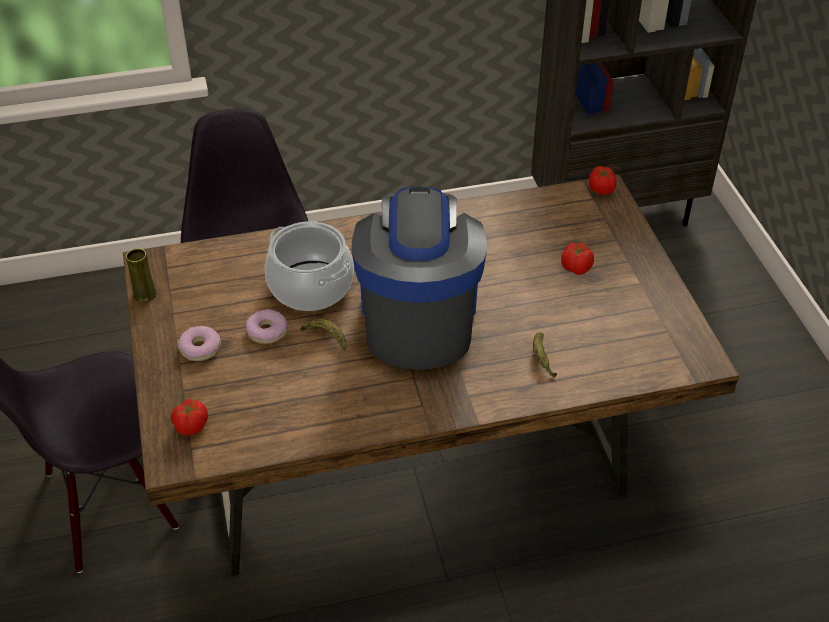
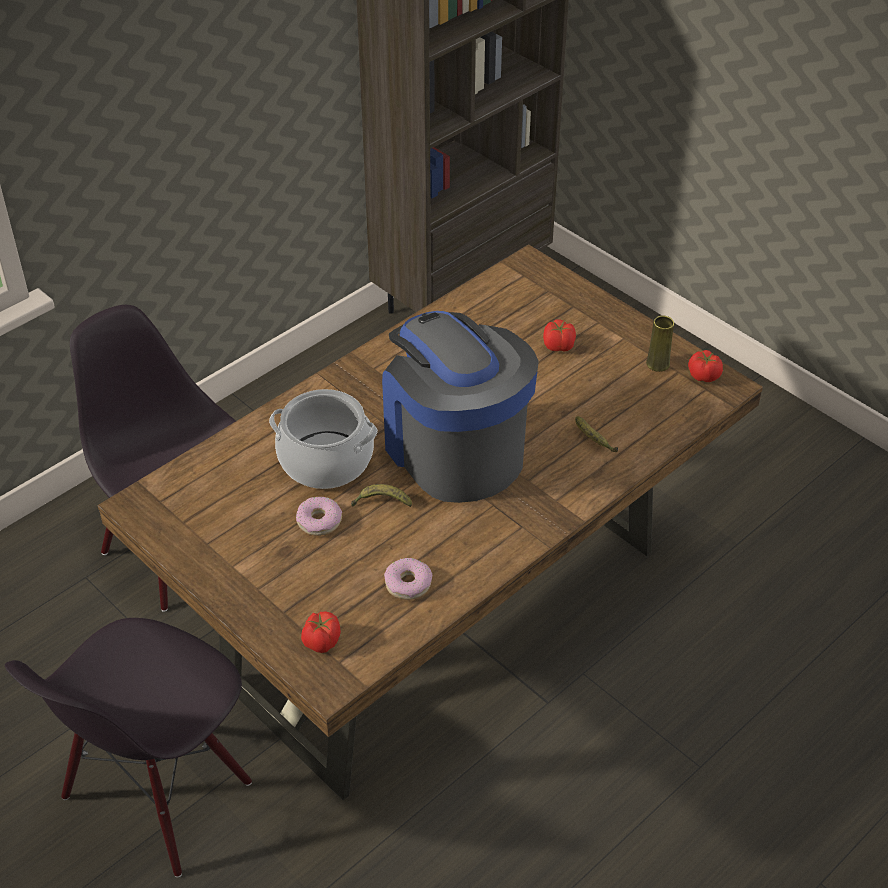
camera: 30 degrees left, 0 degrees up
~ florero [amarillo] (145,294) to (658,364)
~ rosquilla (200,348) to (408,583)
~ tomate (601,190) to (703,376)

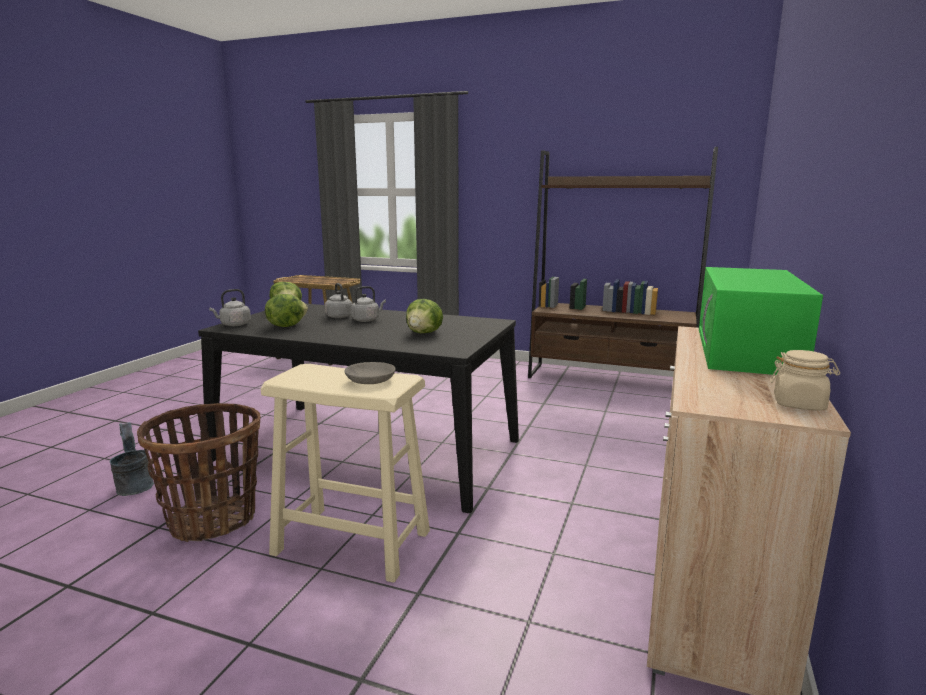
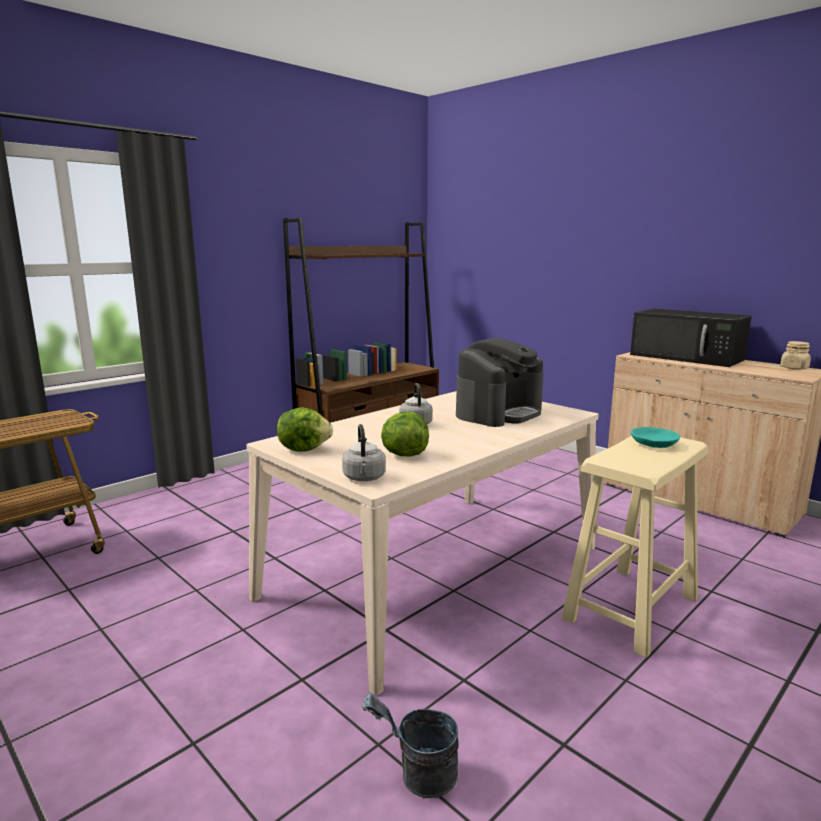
camera: 65 degrees left, 0 degrees up
- cesta (212,520)
- hervidor [gris] (338,316)
~ lechuga (424,333) to cafetera (499,413)
~ mesa de comedor [negro] (368,450) to mesa de comedor [beis] (435,571)
~ cuenco [gris] (369,380) to cuenco [turquesa] (653,444)
~ microondas [verde] (747,351) to microondas [negro] (688,357)

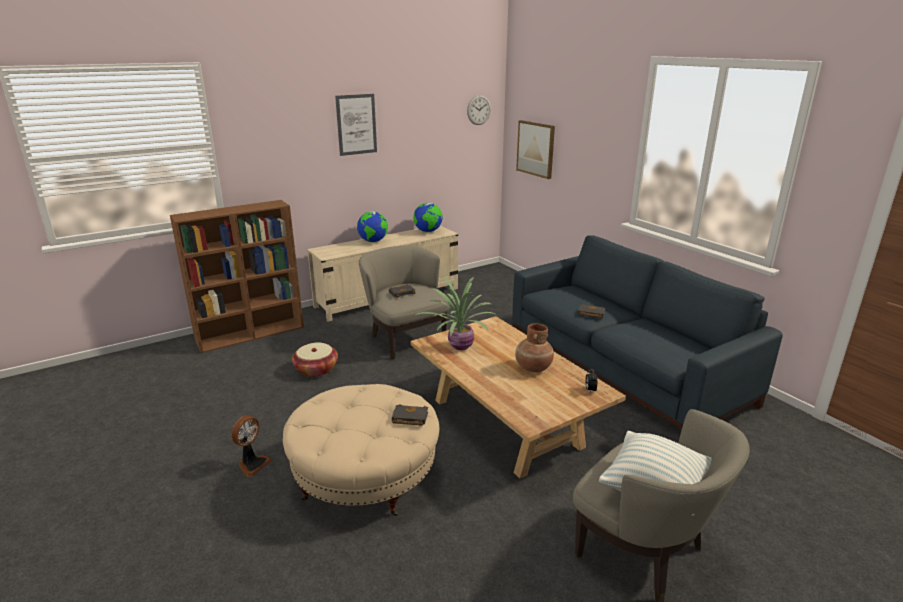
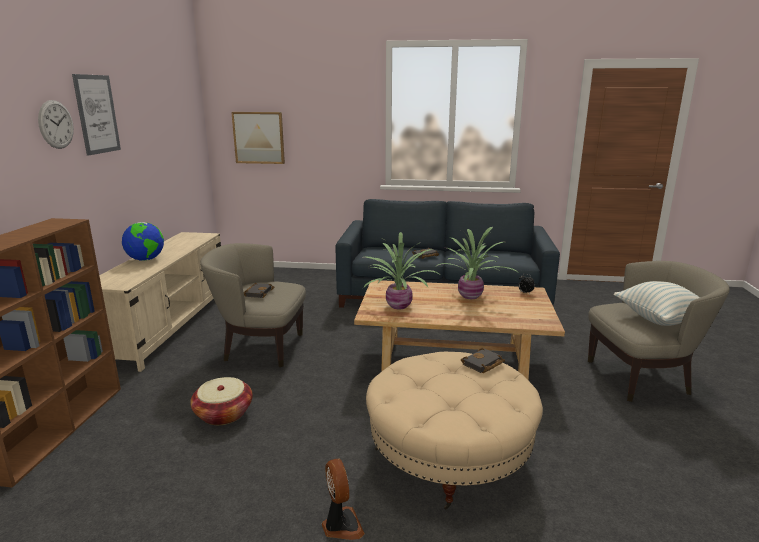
camera: 50 degrees left, 5 degrees down
- globo terráqueo (428,231)
~ reloj de pared (479,110) to (56,124)
~ florero [marrón] (533,368) to planta en maceta (471,296)

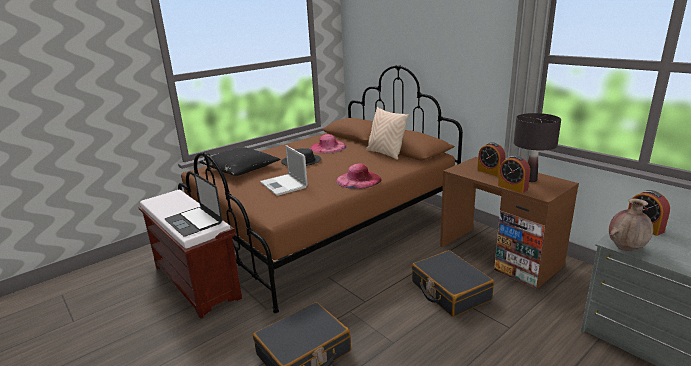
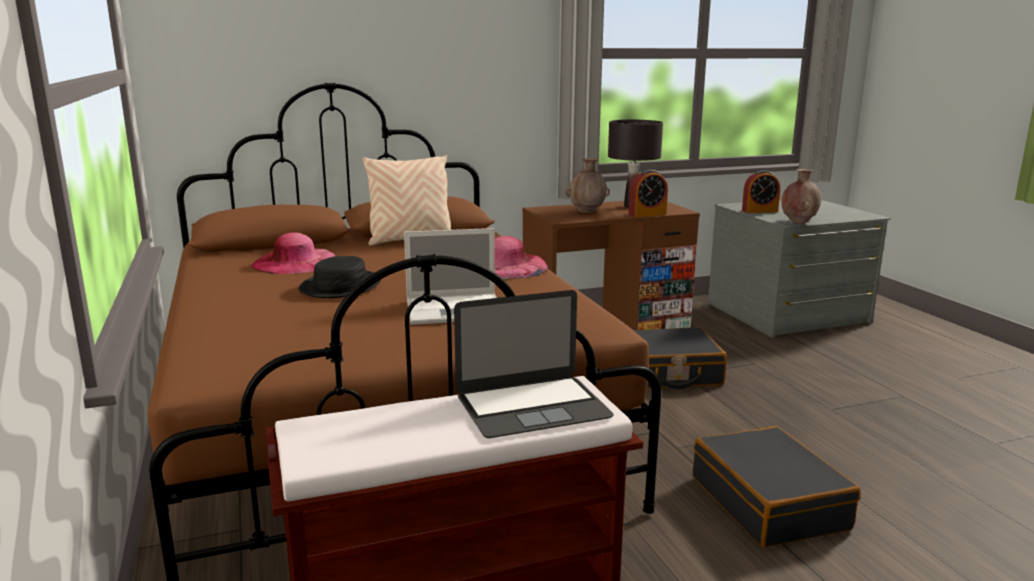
camera: 70 degrees left, 5 degrees down
- cojín [negro] (241,169)
~ despertador (490,172) to florero [marrón] (587,212)

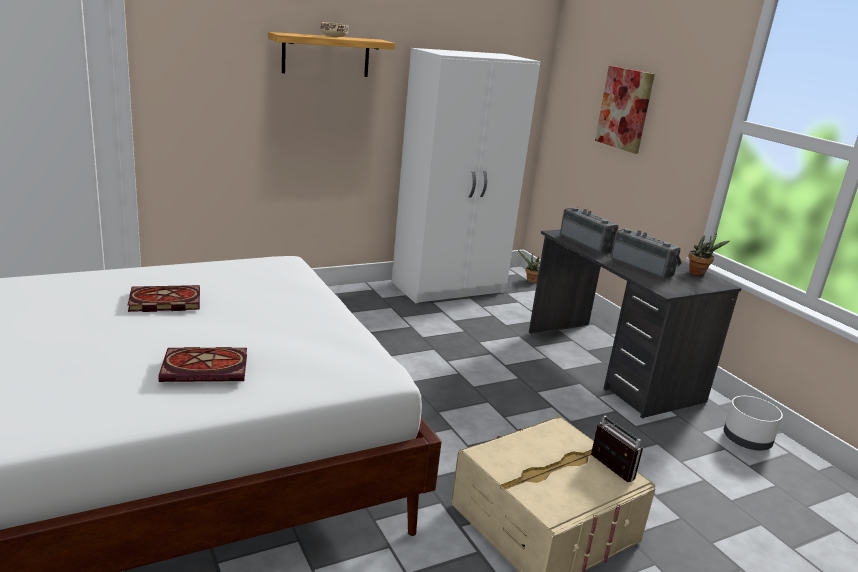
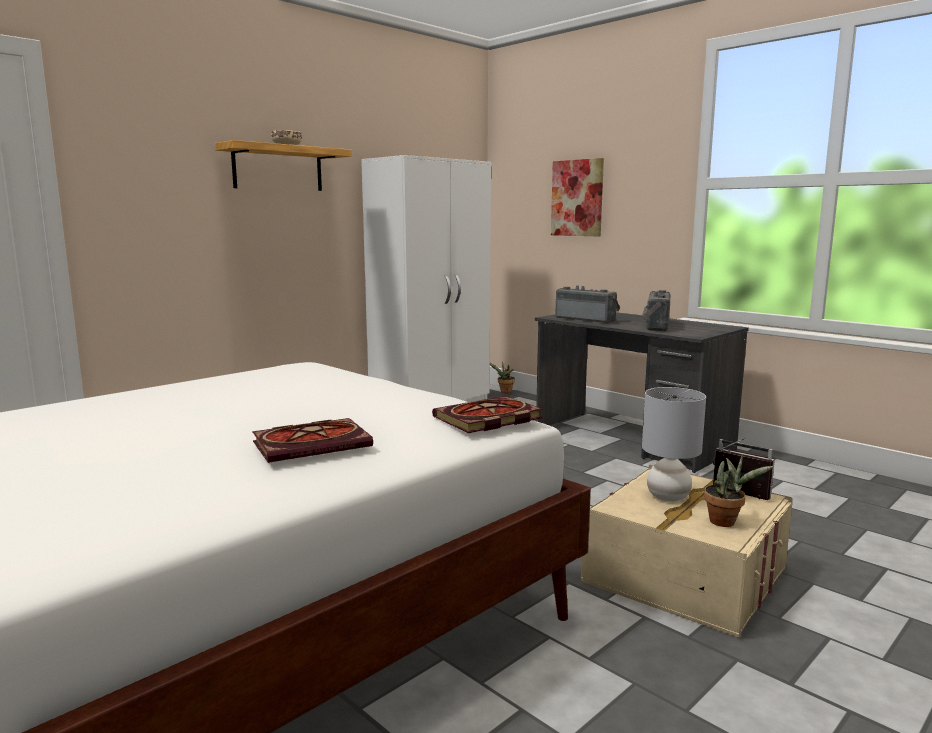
camera: 15 degrees left, 10 degrees down
- maceta [blanco] (747,440)
+ lámpara de mesa [gris] (669,496)
~ libro (163,302) to (487,419)
~ planta en maceta (699,273) to (726,522)
~ radio (643,267) = (653,326) 105 degrees counterclockwise

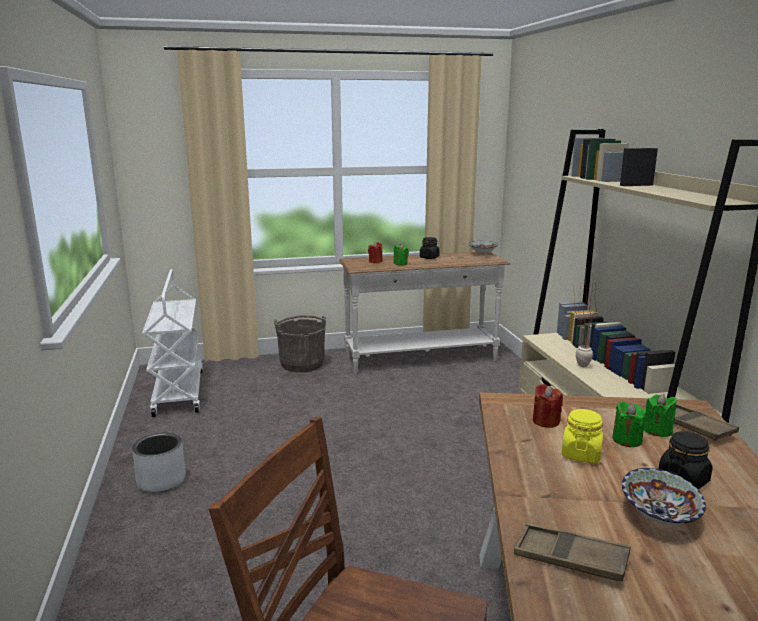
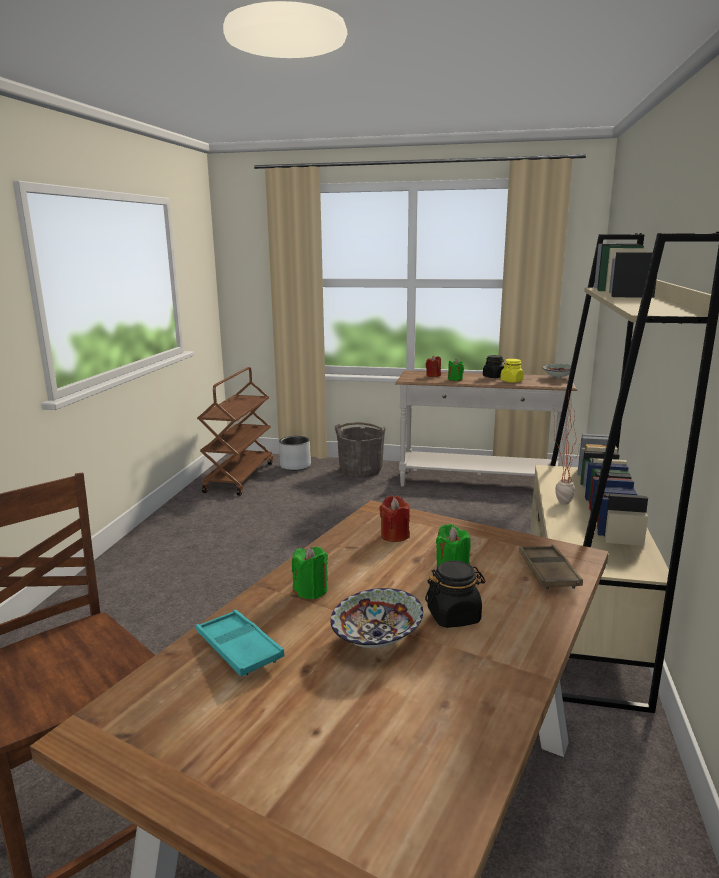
camera: 25 degrees right, 0 degrees up
~ maceta [gris] (162,480) to (295,466)
~ tarro [amarillo] (581,454) to (511,381)
~ vela [verde] (657,431) to (311,590)
~ carrito [blanco] (178,392) to carrito [marrón] (239,477)
~ bandeja [marrón] (570,558) to bandeja [turquesa] (238,648)

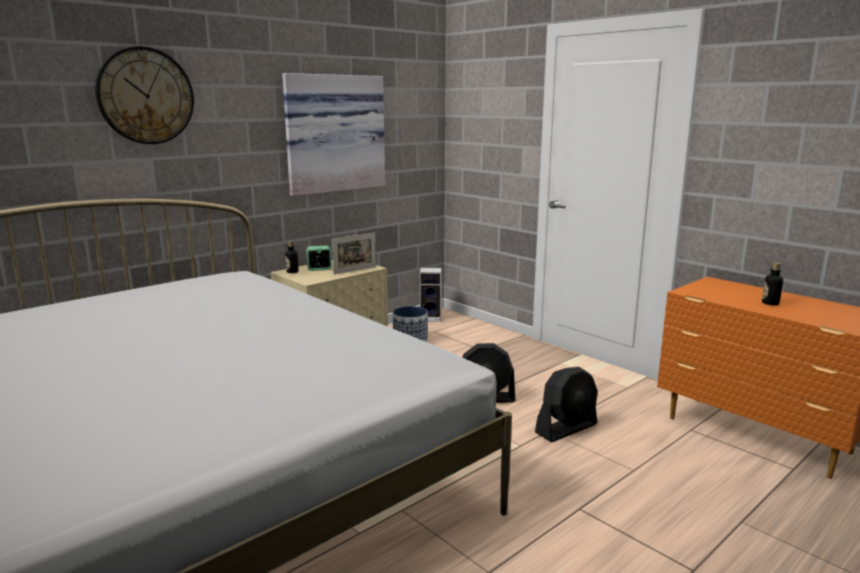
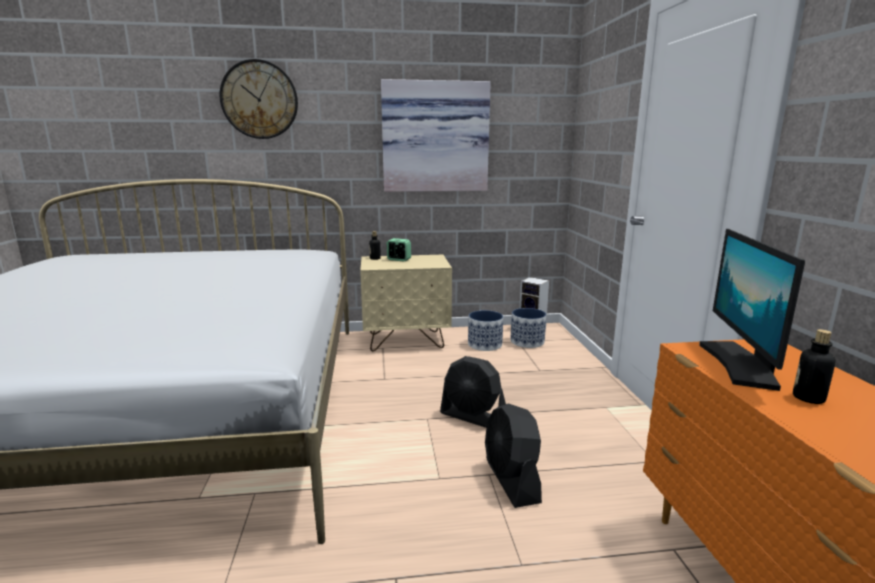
camera: 35 degrees right, 0 degrees up
- portarretratos (355,270)
+ maceta (527,342)
+ monitor (740,364)
~ ventilador [negro] (566,429) = (511,480) 75 degrees clockwise

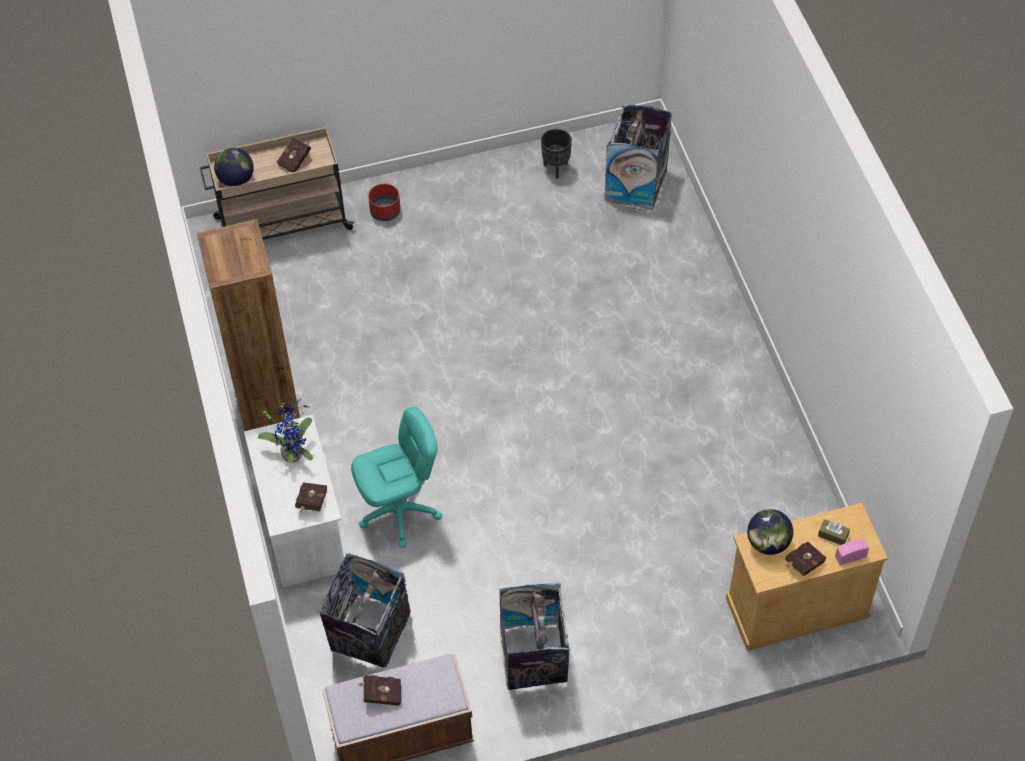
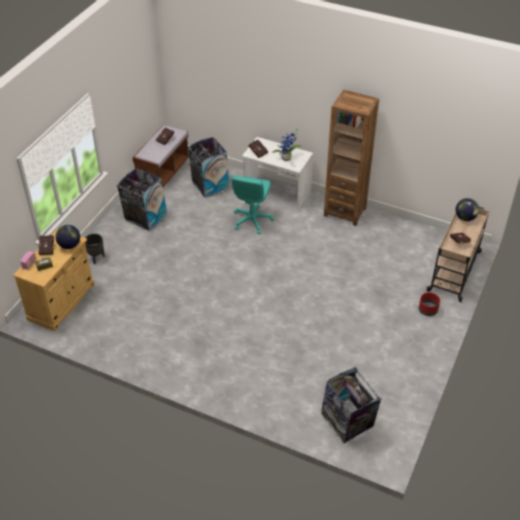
camera: 130 degrees right, 10 degrees down
~ maceta [negro] (556,169) to (96,258)

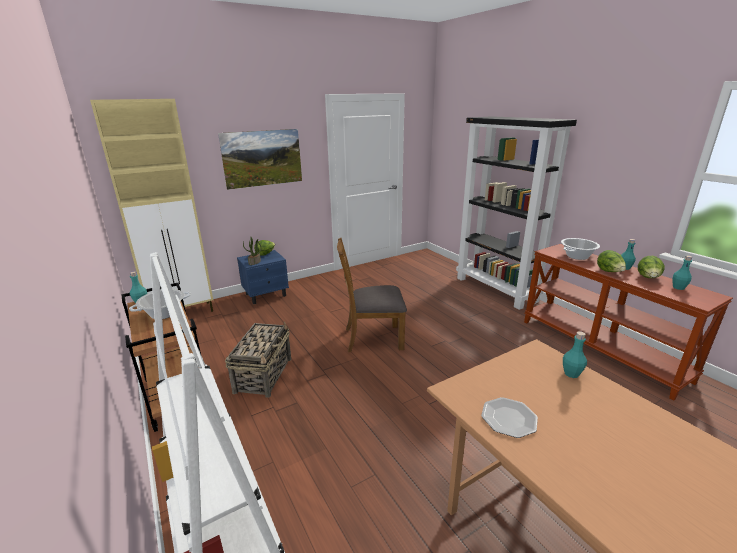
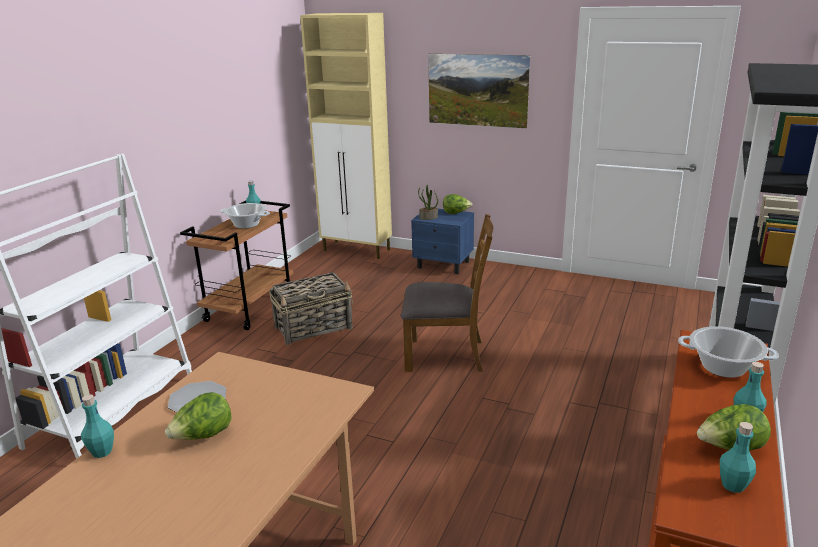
camera: 55 degrees right, 0 degrees up
~ botella [turquesa] (571,374) to (102,452)
~ lechuga (609,272) to (203,437)
~ silla [marrón] (372,338) = (446,355) 135 degrees clockwise

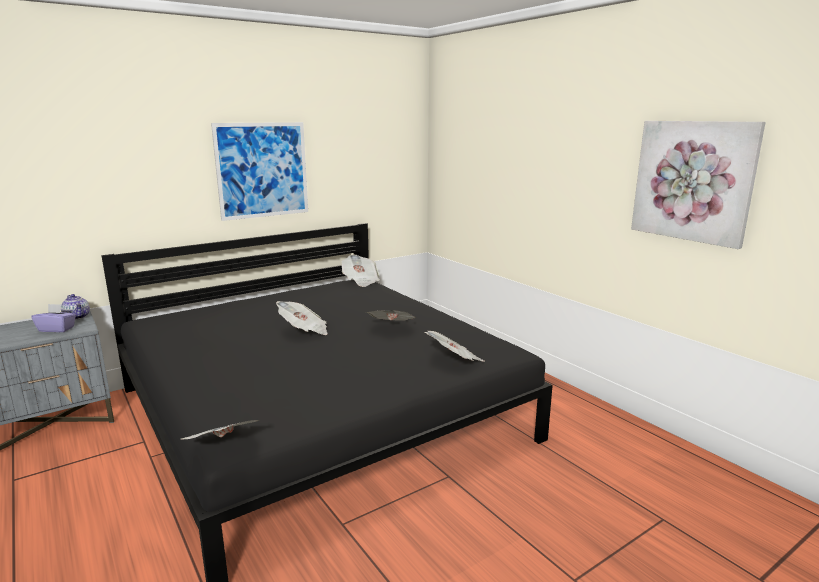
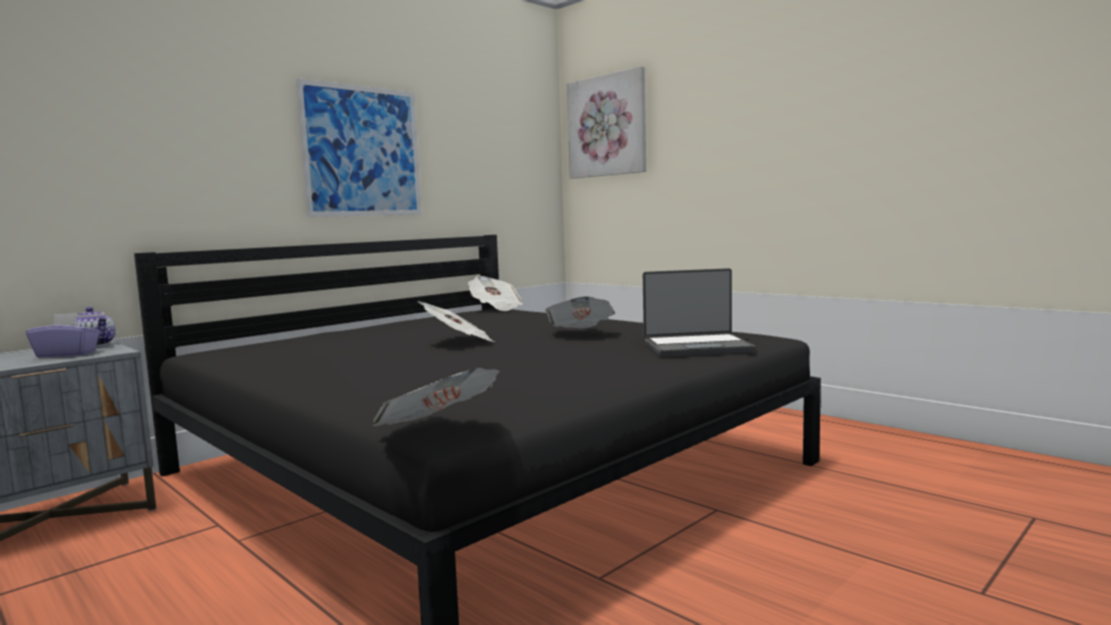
camera: 10 degrees left, 10 degrees down
~ cuadro (693,181) to (607,126)
~ periódico (454,361) to portátil (696,347)

